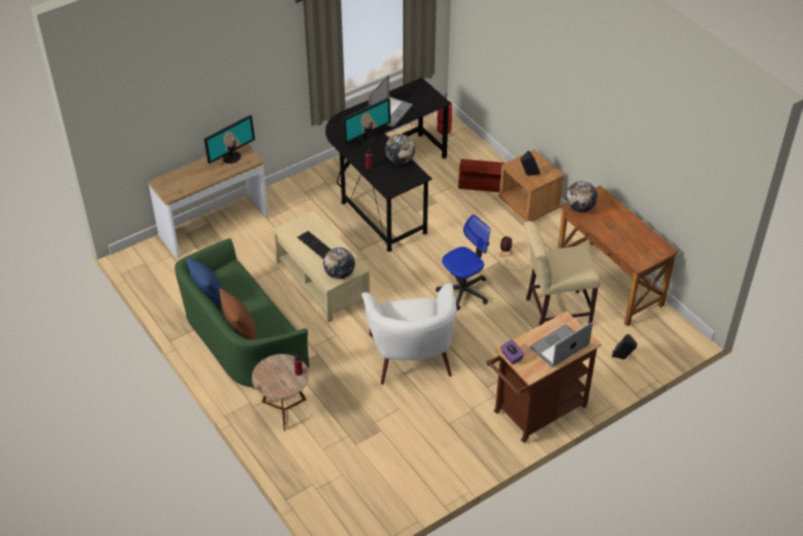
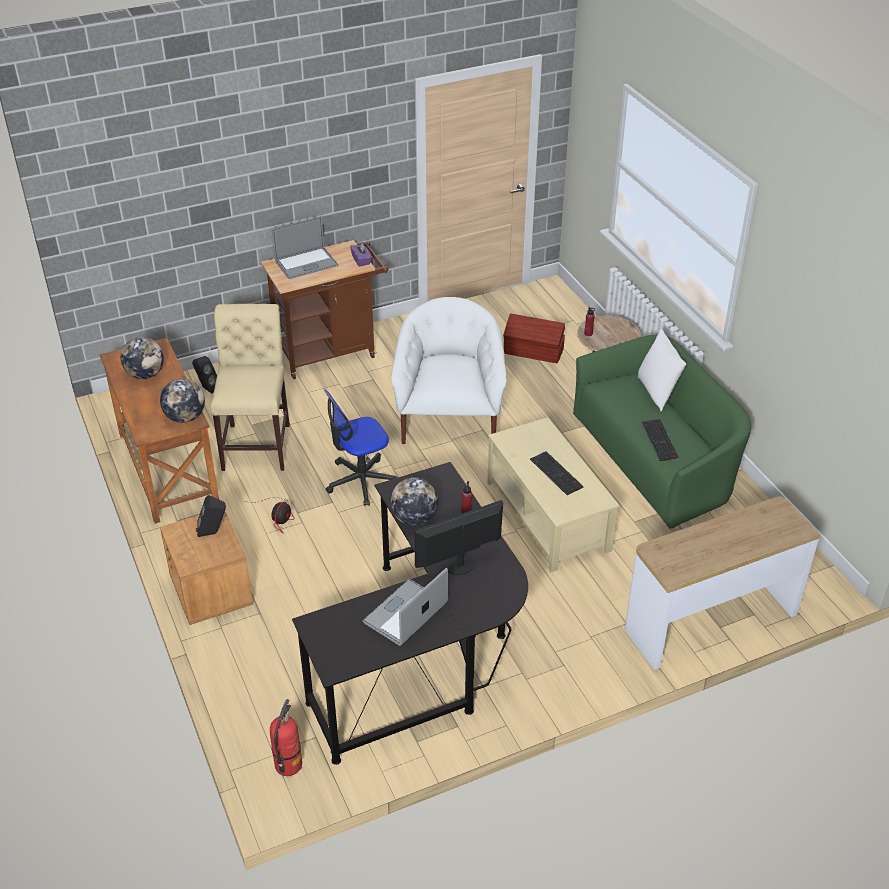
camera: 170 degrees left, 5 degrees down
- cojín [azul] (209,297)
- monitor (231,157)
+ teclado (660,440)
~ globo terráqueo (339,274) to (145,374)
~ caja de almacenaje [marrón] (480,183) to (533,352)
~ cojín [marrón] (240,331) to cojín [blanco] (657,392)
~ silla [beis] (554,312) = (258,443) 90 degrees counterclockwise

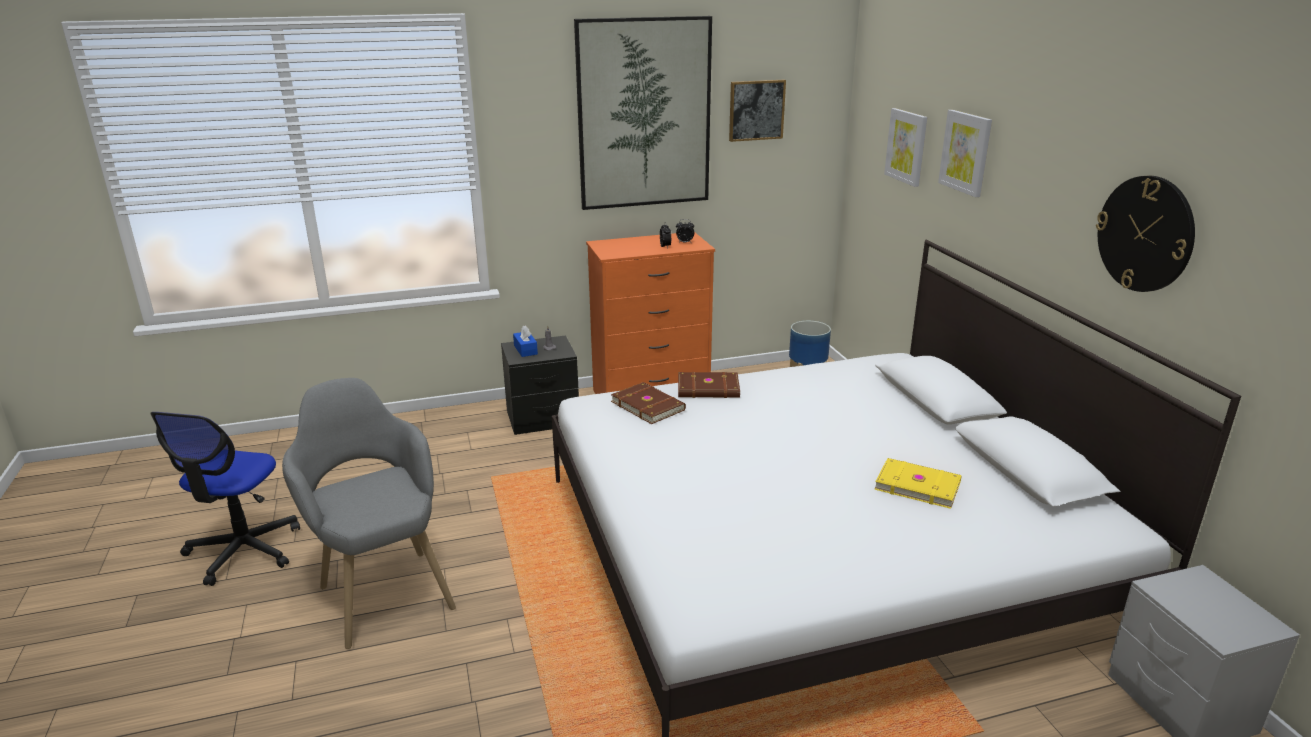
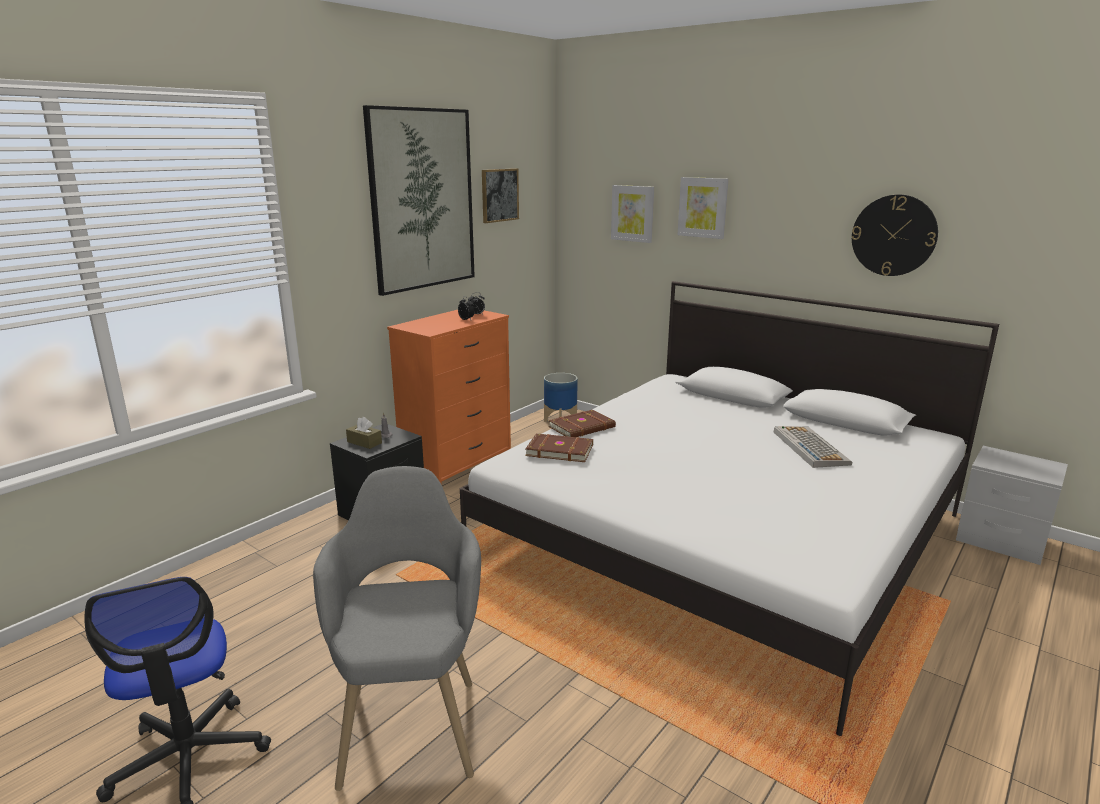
camera: 35 degrees left, 5 degrees down
~ libro [amarillo] (917,485) to teclado (809,447)
~ caja de pañuelos [azul] (525,350) to caja de pañuelos [marrón] (364,442)
~ sillón [gris] (381,587) = (411,715) 60 degrees clockwise

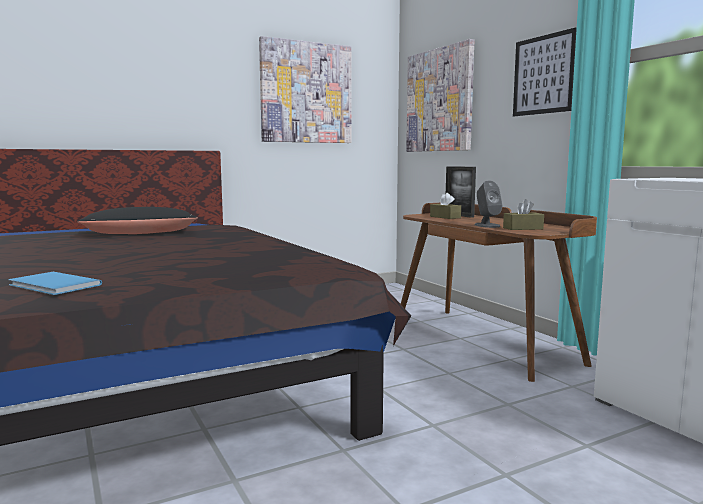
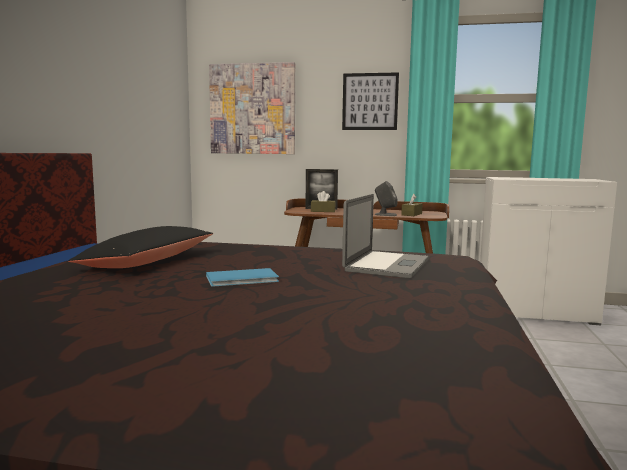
camera: 50 degrees left, 0 degrees up
- cuadro (306,93)
+ portátil (387,264)
~ libro [azul] (54,285) to (244,279)

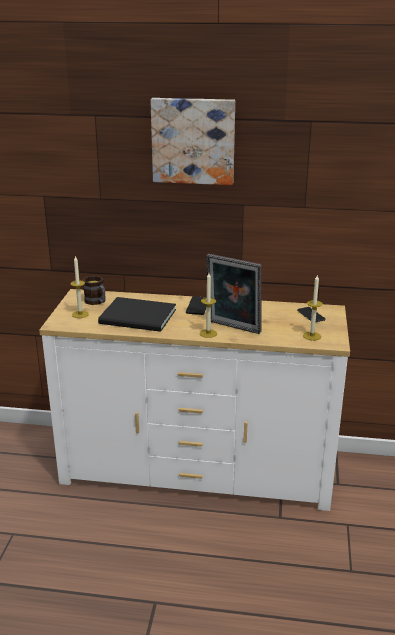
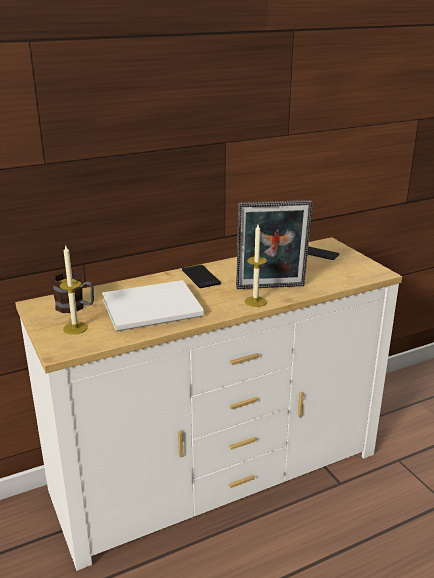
camera: 35 degrees left, 0 degrees up
- cuadro (193,140)
- vela (312,336)
~ libro [negro] (139,317) to libro [blanco] (155,309)

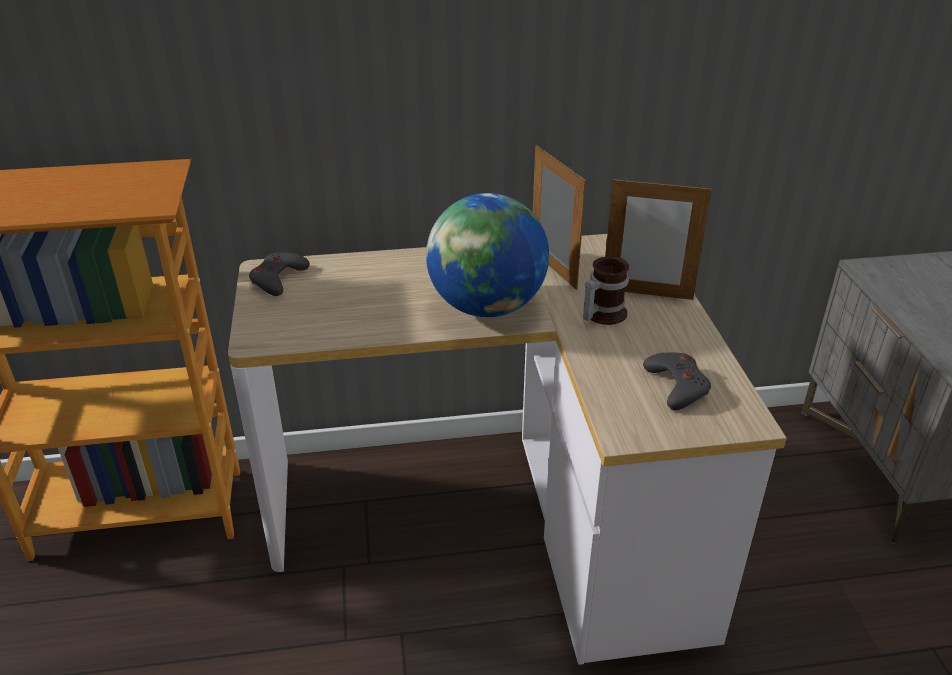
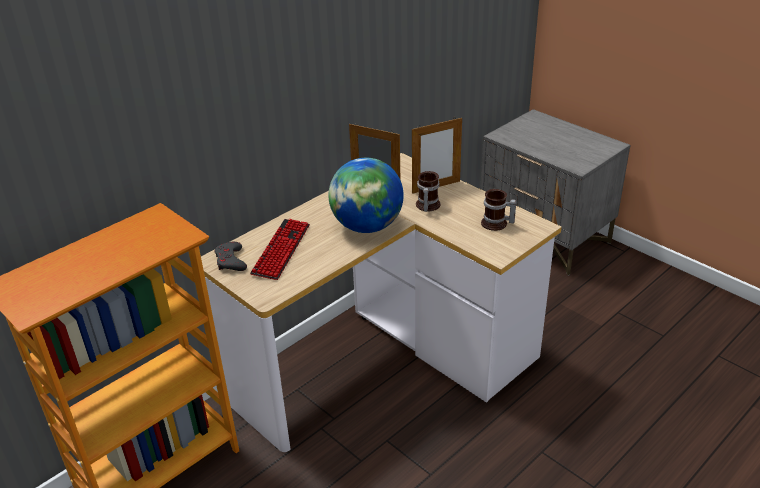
camera: 35 degrees left, 0 degrees up
+ teclado (281,250)
~ mando de consola [gris] (677,385) to taza grande (496,224)

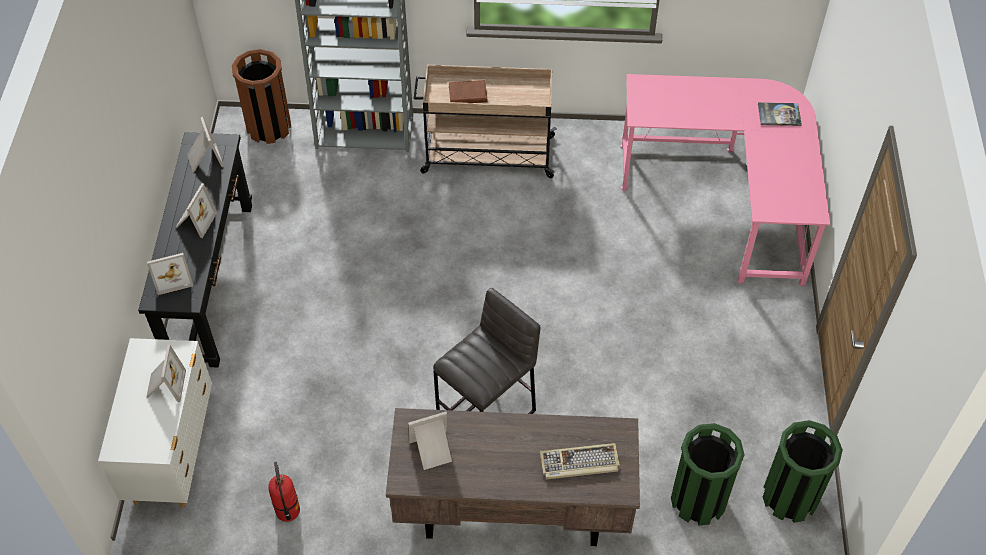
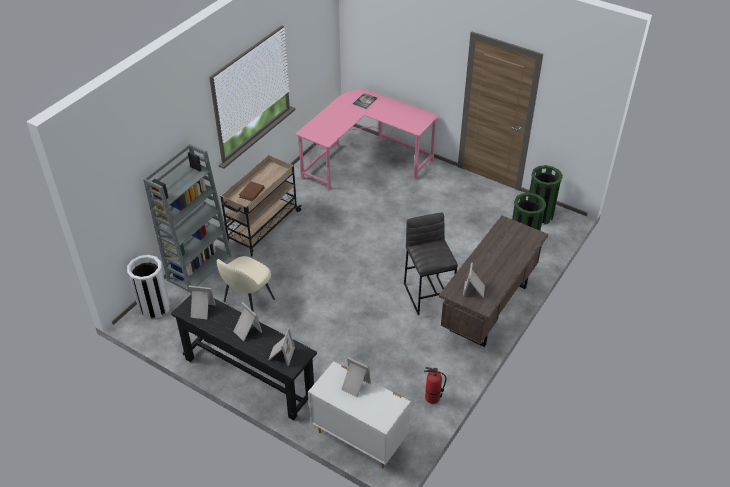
camera: 60 degrees left, 10 degrees down
- teclado (579,463)
+ silla [beis] (248,301)
~ papelera [marrón] (269,127) to papelera [blanco] (154,307)

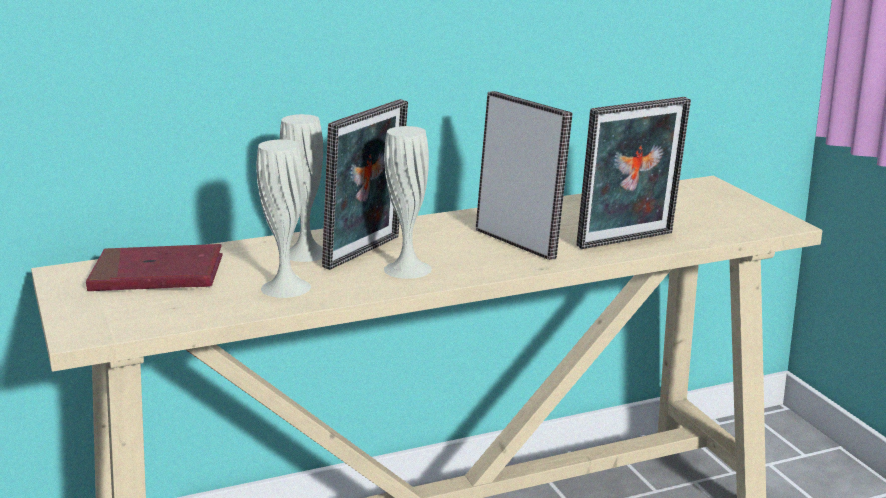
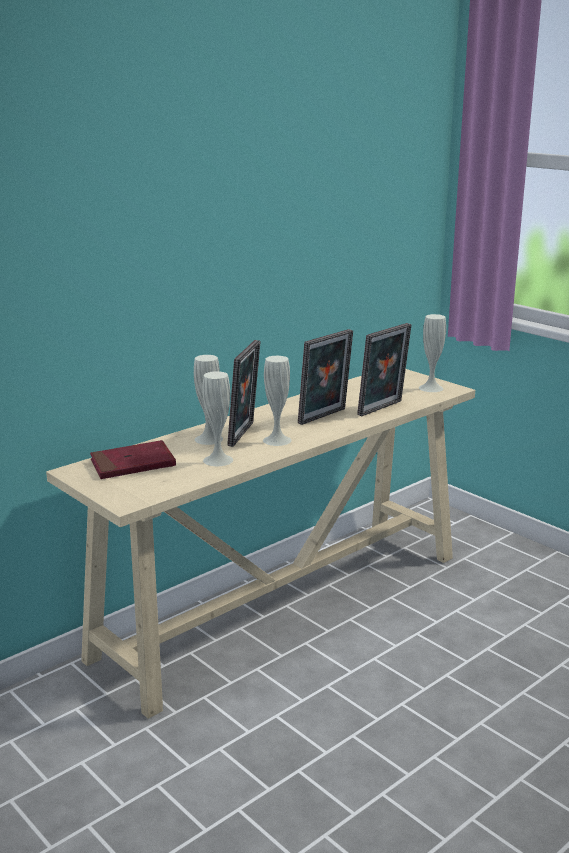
camera: 20 degrees left, 0 degrees up
+ florero [blanco] (431,388)
~ portarretratos (520,242) = (324,417) 105 degrees clockwise

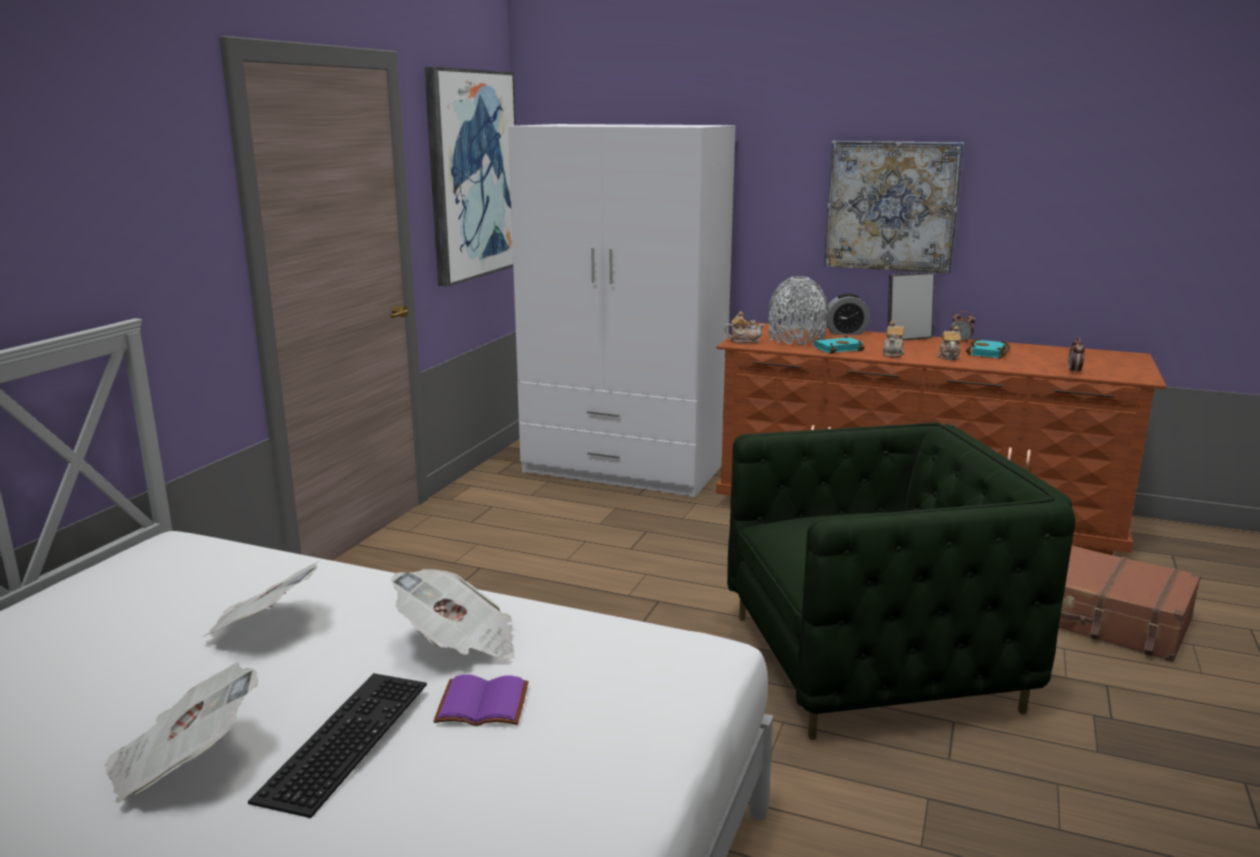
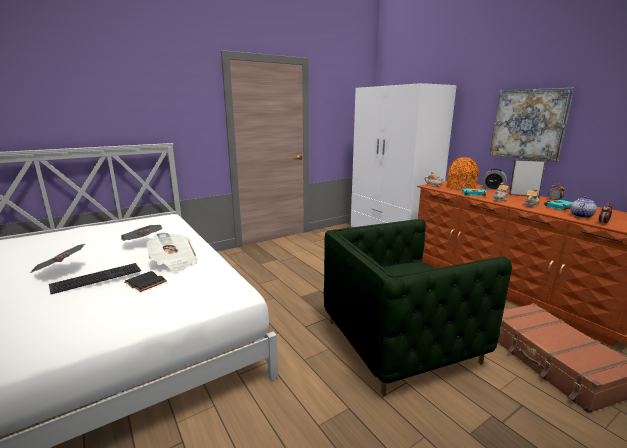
camera: 35 degrees right, 0 degrees up
- cuadro (471,175)
+ tetera (580,216)
~ libro [morado] (484,703) to libro [negro] (147,282)
~ florero [gris] (796,339) to florero [naranja] (461,188)
~ sillón [verde] (870,662) = (399,341) 135 degrees clockwise

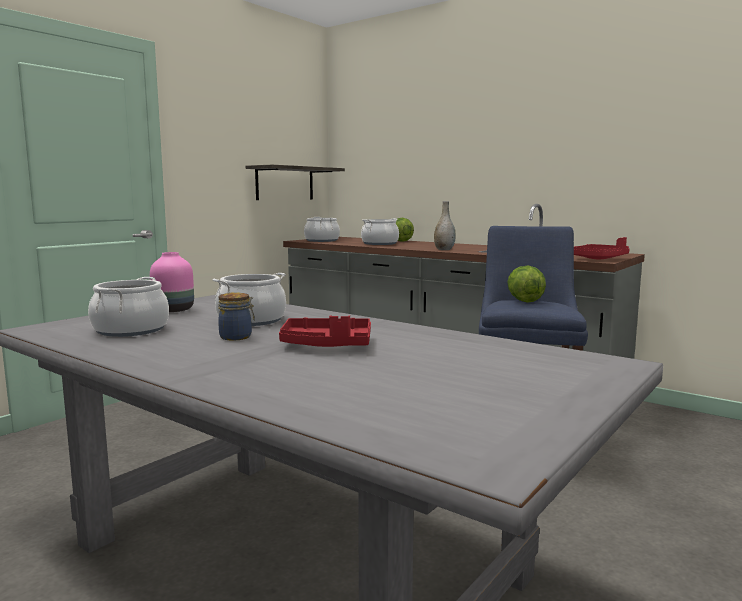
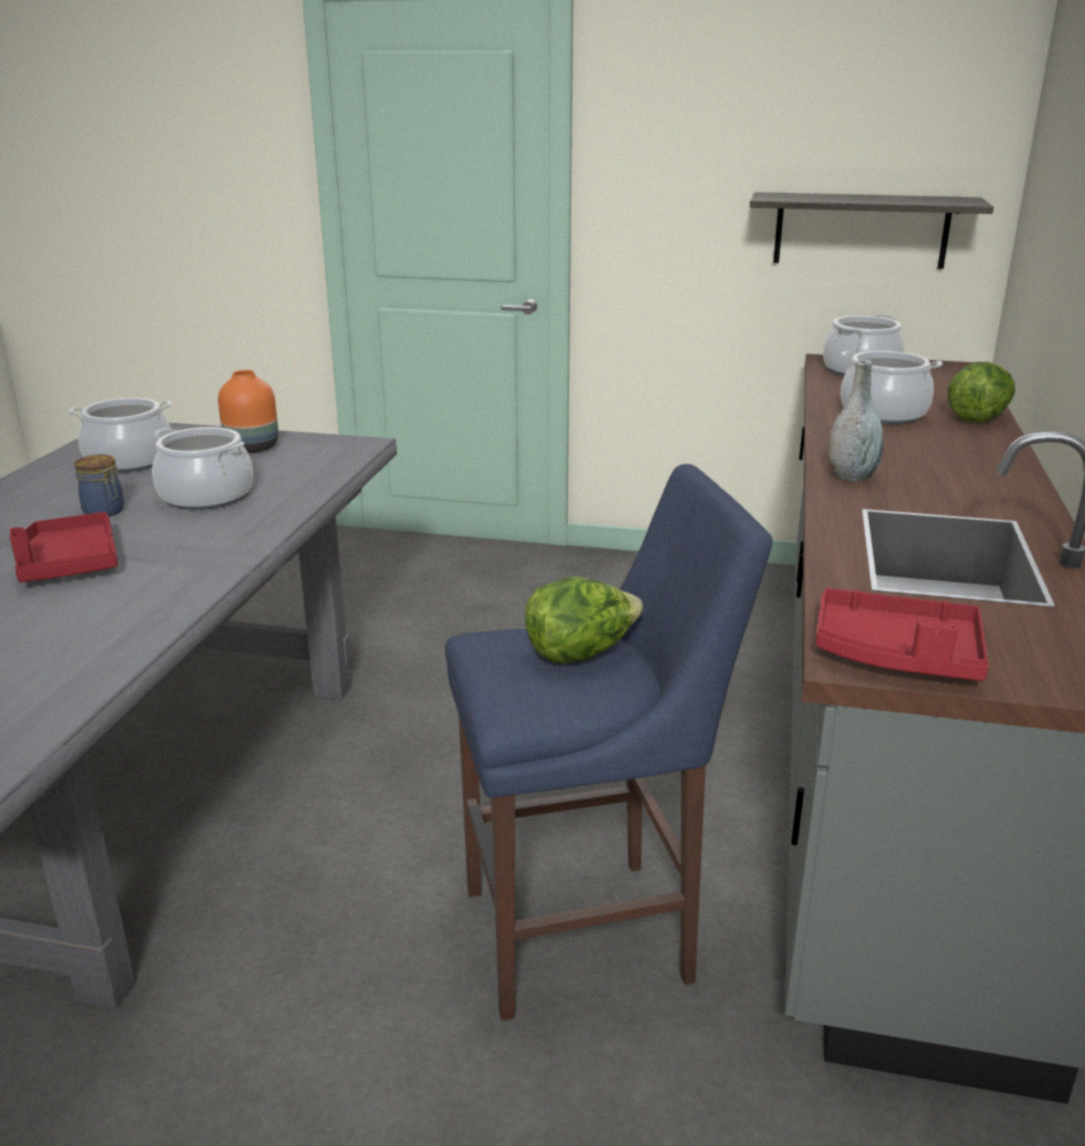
camera: 65 degrees right, 15 degrees up
~ florero [rosa] (172,310) to florero [naranja] (251,448)

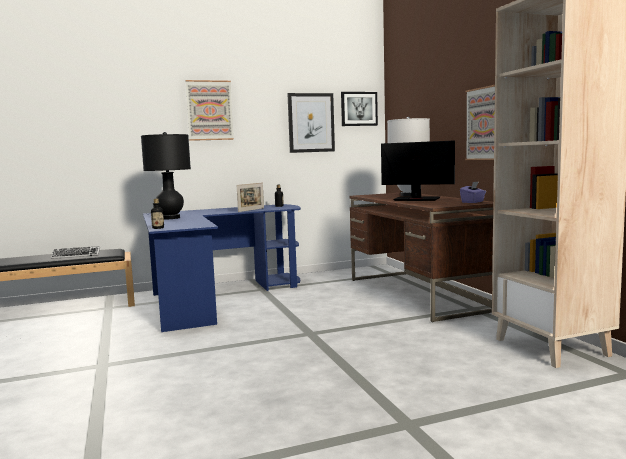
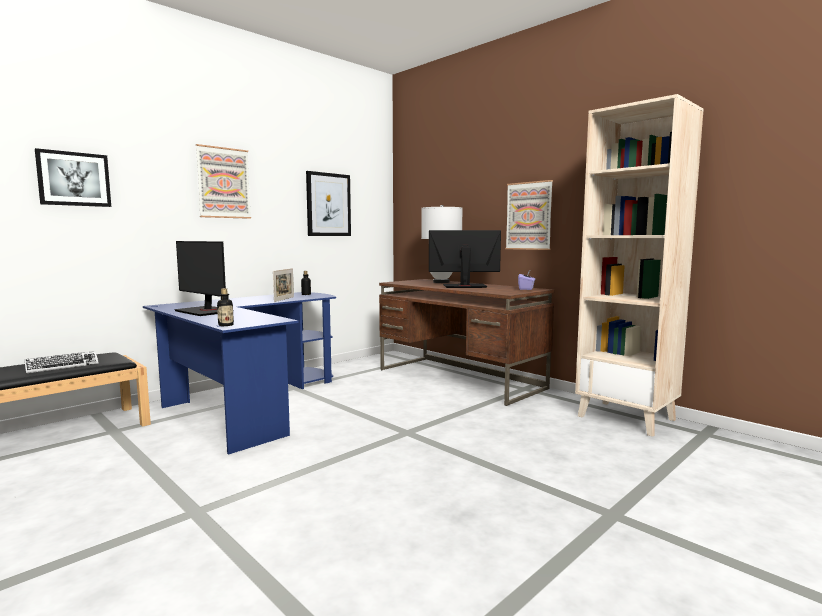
camera: 25 degrees left, 0 degrees up
~ cuadro (358,109) to (74,179)
~ lámpara de mesa [negro] (171,218) to monitor (204,311)

